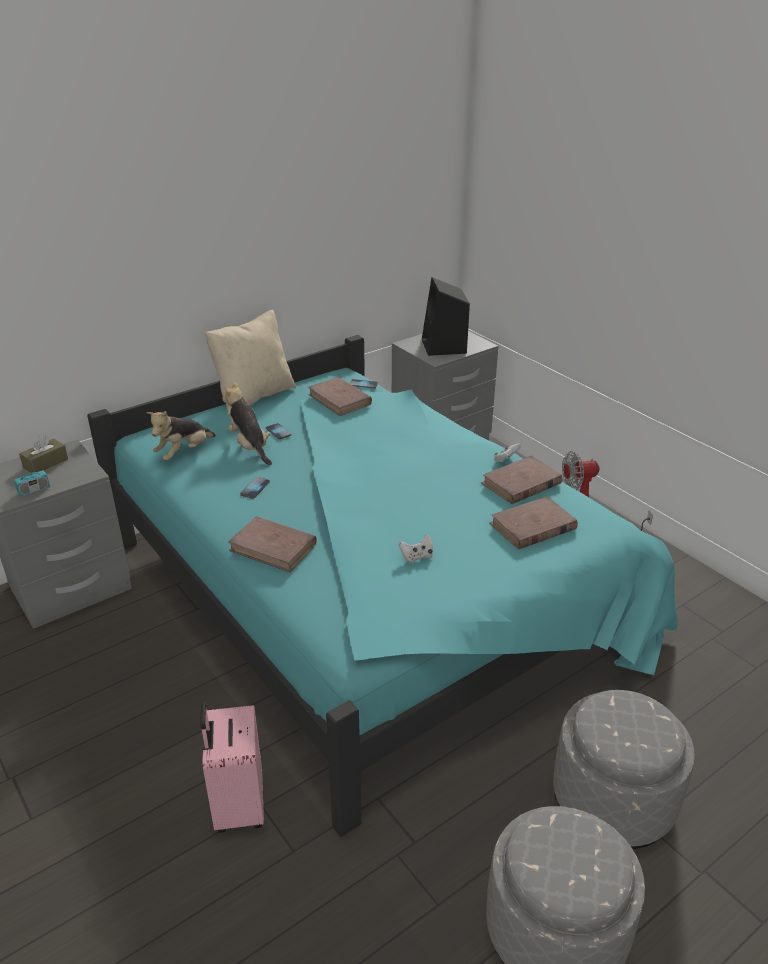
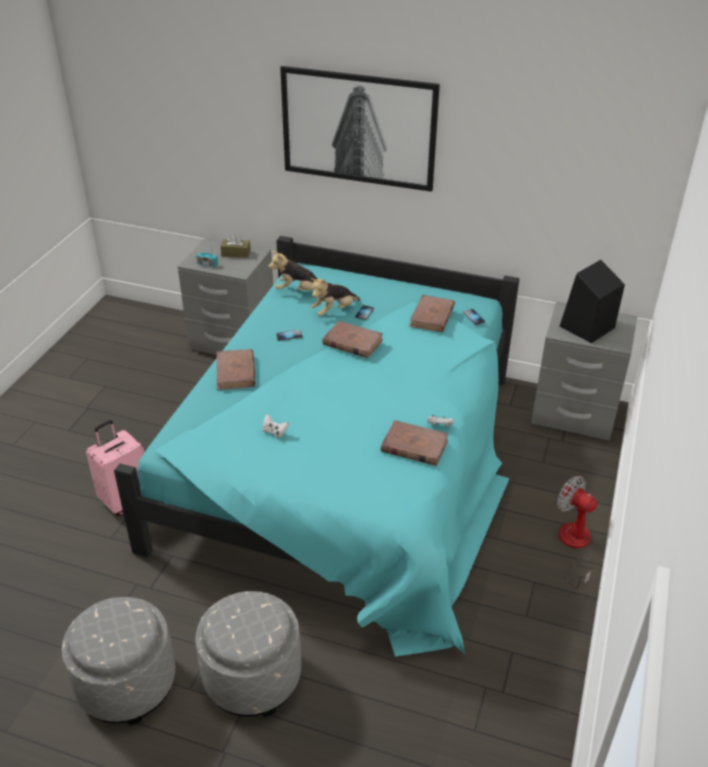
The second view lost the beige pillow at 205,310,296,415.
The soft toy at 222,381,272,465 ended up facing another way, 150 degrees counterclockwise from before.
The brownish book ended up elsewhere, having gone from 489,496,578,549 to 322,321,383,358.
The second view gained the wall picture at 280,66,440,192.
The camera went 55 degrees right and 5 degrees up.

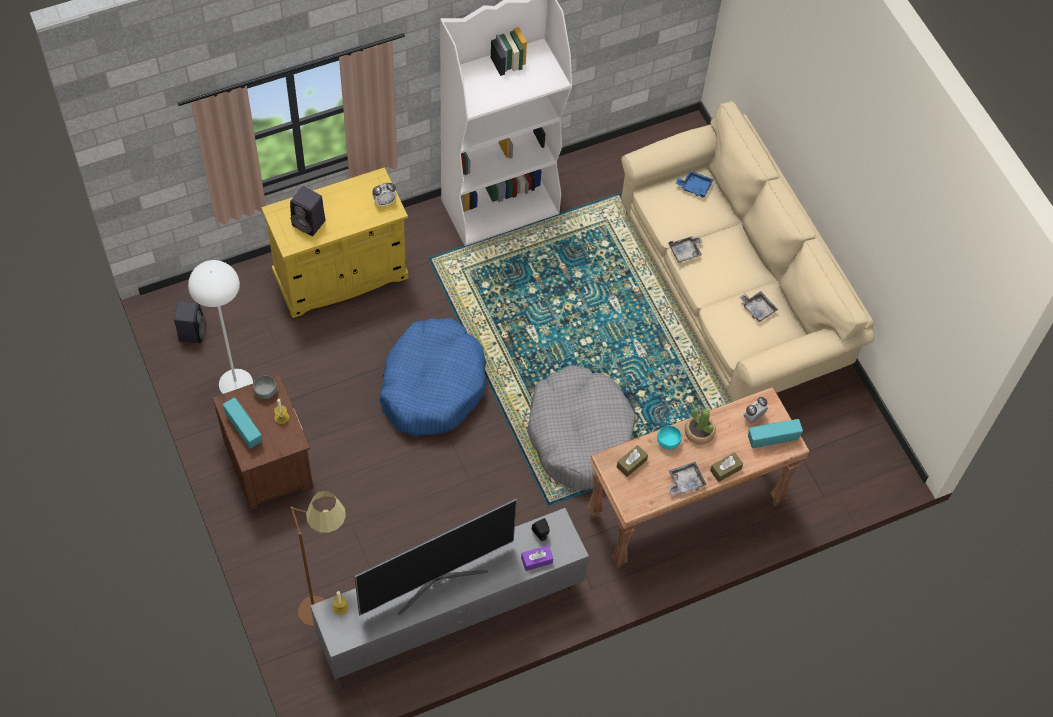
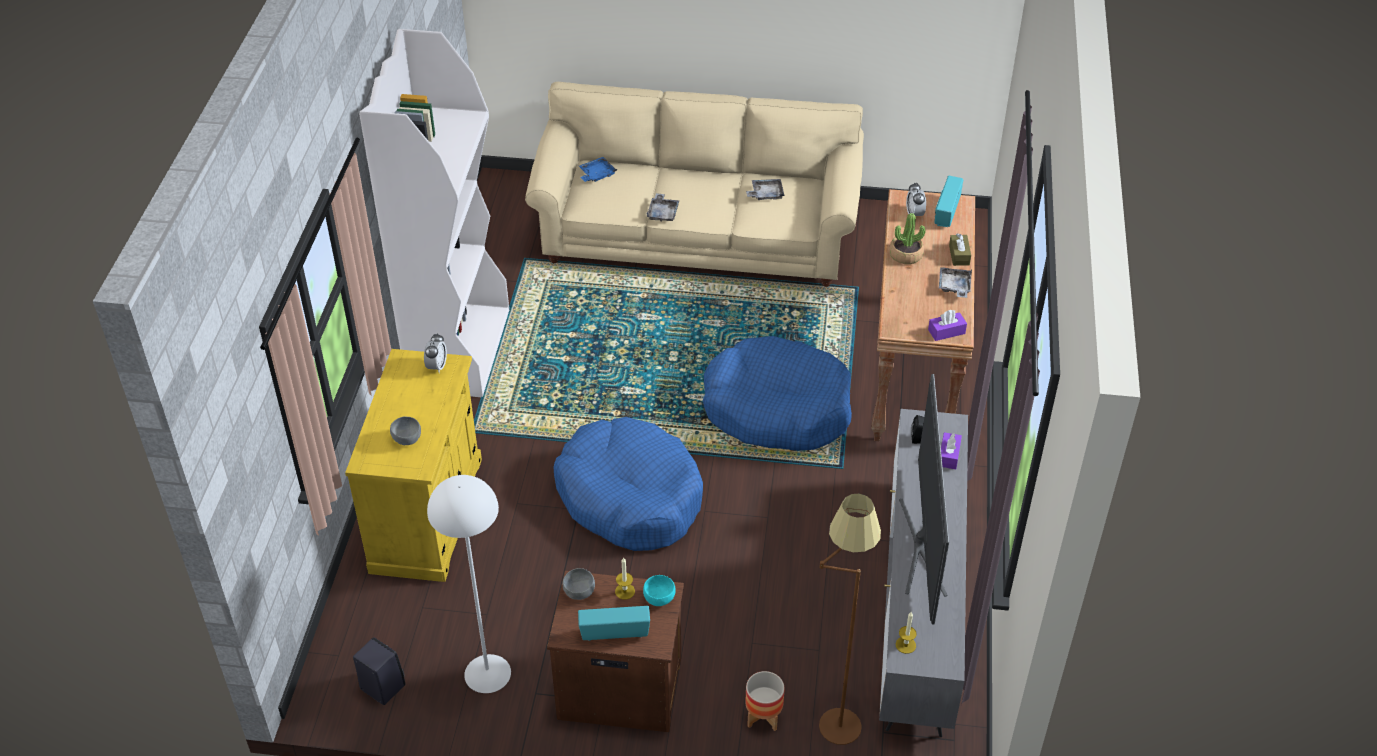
Where the black-coloured speaker stood at 290,186,325,236, the grey deep dish came to stand at 390,416,421,445.
What was the grey pet bed at 527,365,636,491 turned into the blue pet bed at 703,336,852,451.
The turquoise-coloured deep dish ended up elsewhere, having gone from 657,425,682,450 to 643,575,676,606.
The second view lost the brownish tissue box at 617,445,648,477.
The second view gained the purple-coloured tissue box at 928,310,967,341.
The second view gained the flower pot at 745,671,785,731.
The camera went 55 degrees left and 15 degrees down.

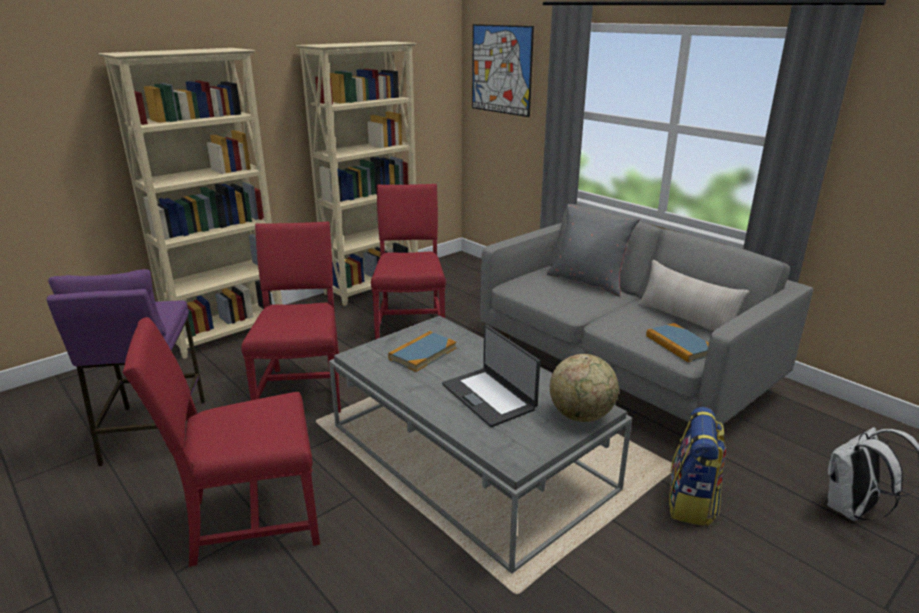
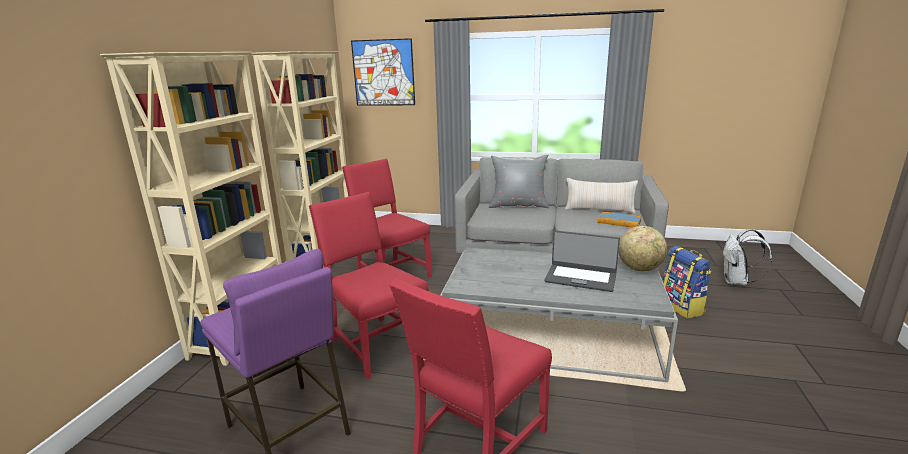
The second view lost the book at 388,331,456,372.
The camera went 35 degrees left and 5 degrees down.

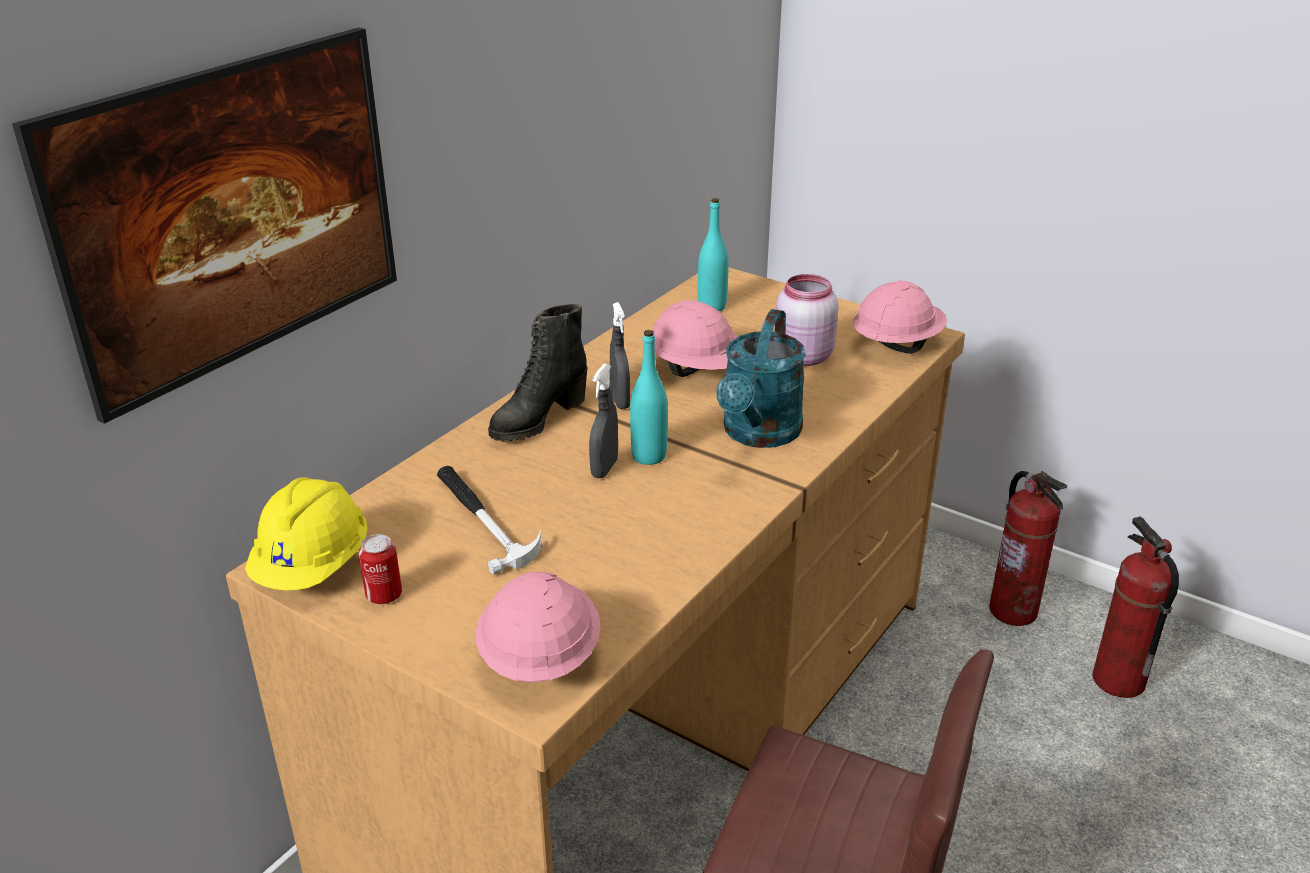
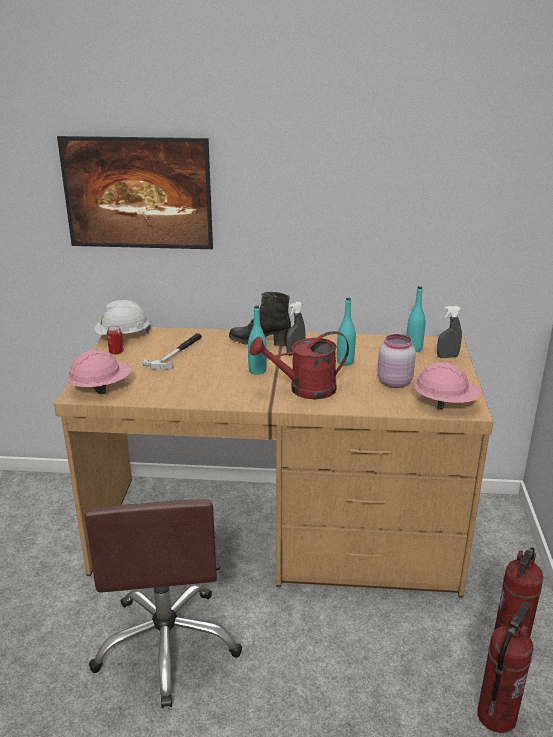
Where the pink safety helmet stood at 653,300,737,377, the turquoise-coloured beverage bottle came to stand at 337,298,356,365.
What was the turquoise-coloured sprinkling can at 716,309,806,448 turned into the red-coloured sprinkling can at 250,331,349,400.
The grey spray bottle ended up elsewhere, having gone from 589,364,618,478 to 437,306,462,358.
What was the yellow-coloured safety helmet at 245,477,368,590 turned into the white safety helmet at 94,300,151,335.
The camera went 60 degrees right and 5 degrees down.

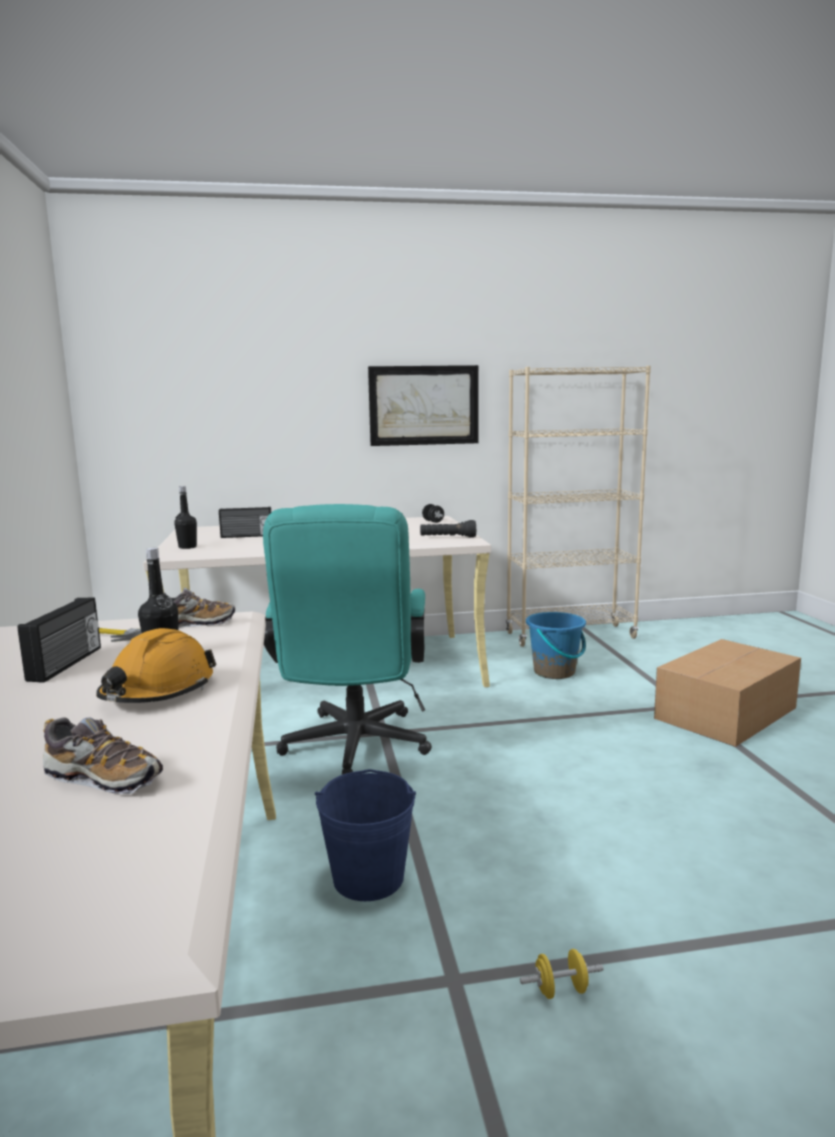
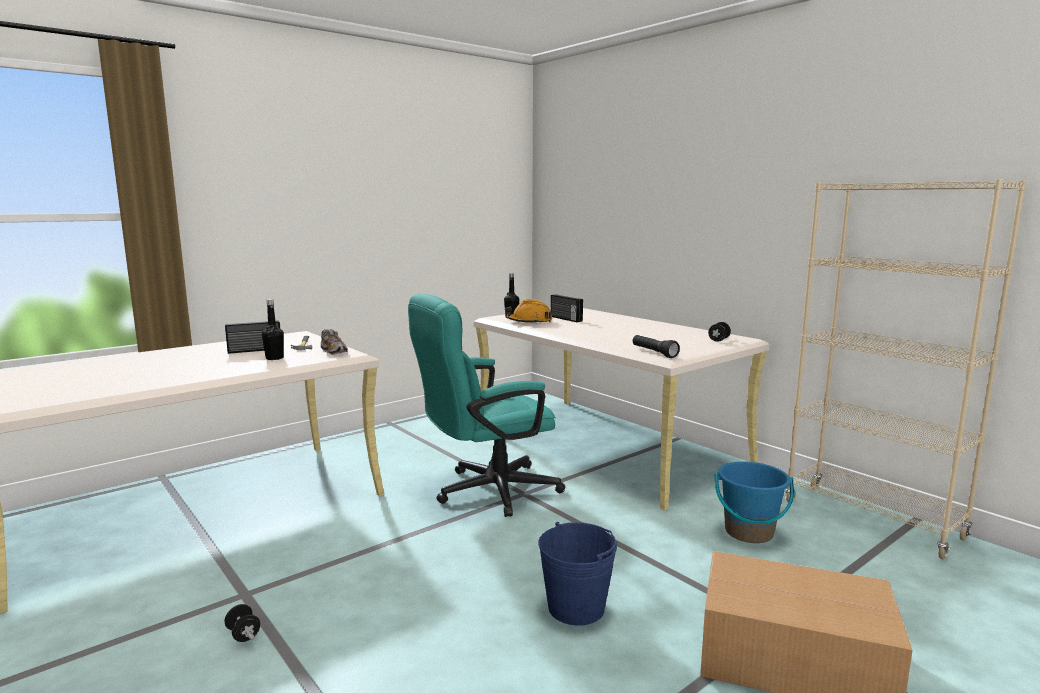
The second view lost the wall picture at 368,365,478,446.
The orange-coloured safety helmet ended up elsewhere, having gone from 96,628,216,703 to 505,299,552,324.
The second view lost the item of footwear at 43,717,163,794.
The blue pail ended up elsewhere, having gone from 315,769,416,901 to 538,522,617,625.
What was the yellow-coloured hand weight at 520,949,604,999 turned into the black-coloured hand weight at 225,604,260,642.
The camera went 60 degrees right and 0 degrees up.

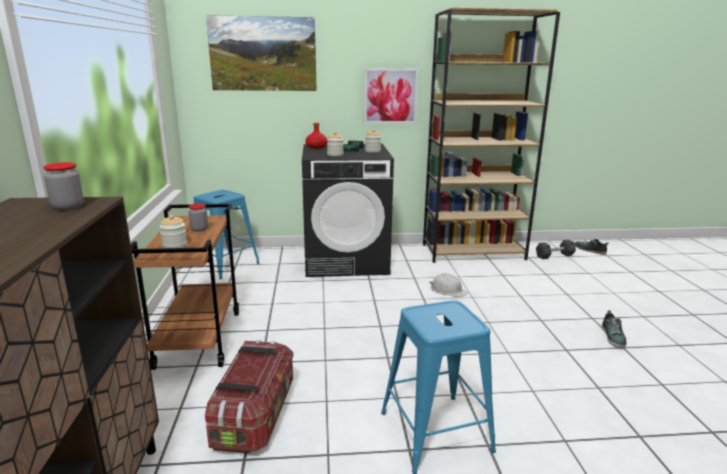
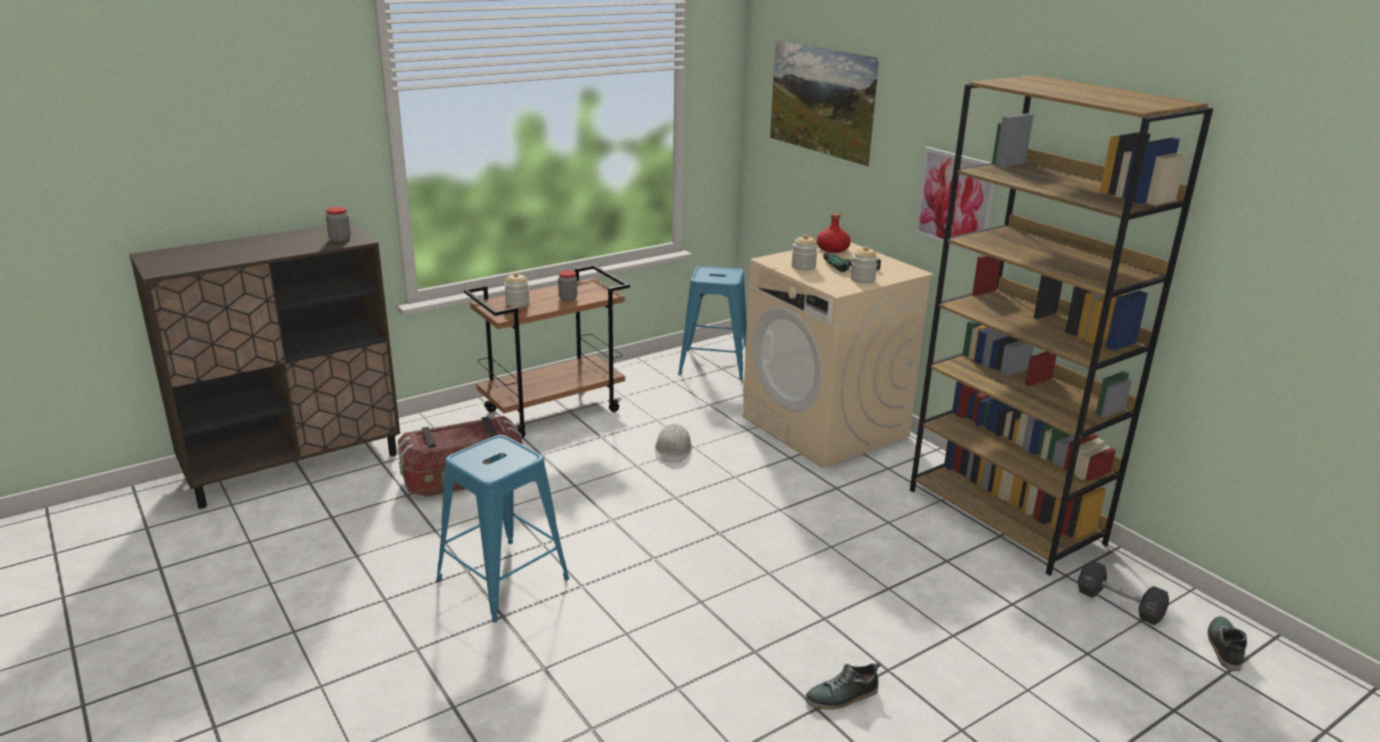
What was the black-coloured laundry machine at 302,144,394,277 turned into the beige laundry machine at 742,242,934,468.
The white safety helmet ended up elsewhere, having gone from 430,273,468,297 to 655,424,692,462.
The camera went 60 degrees right and 5 degrees up.

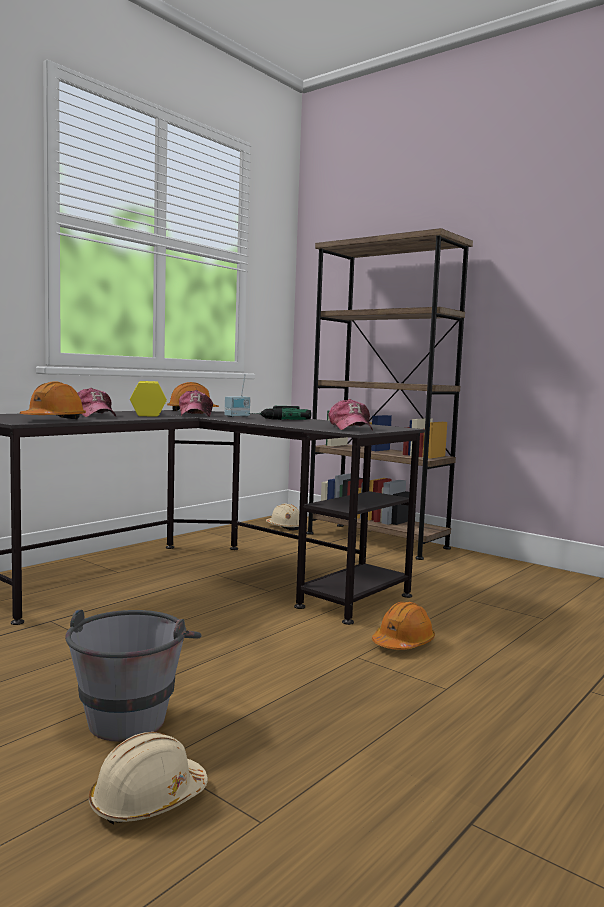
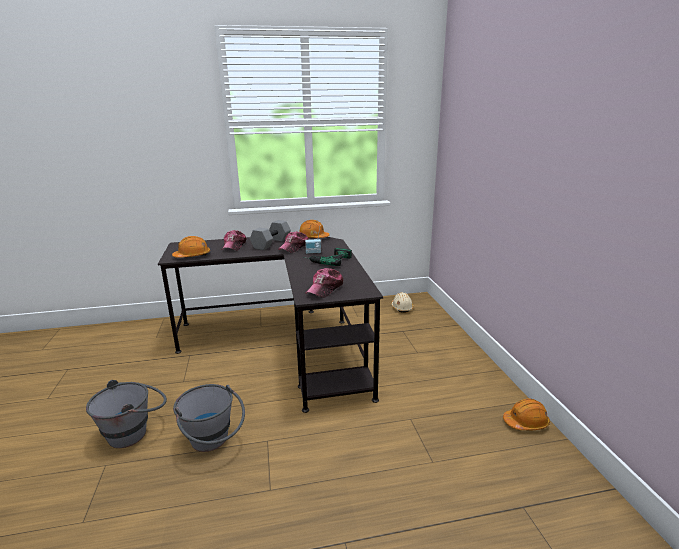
The second view lost the brownish bookcase at 306,228,473,560.
What was the yellow-coloured hand weight at 130,381,167,417 turned into the grey hand weight at 250,220,291,250.
The orange-coloured safety helmet ended up elsewhere, having gone from 372,602,435,650 to 503,399,550,430.
The second view lost the beige safety helmet at 89,732,208,824.
The second view gained the grey pail at 173,384,245,452.
The camera went 40 degrees right and 15 degrees up.

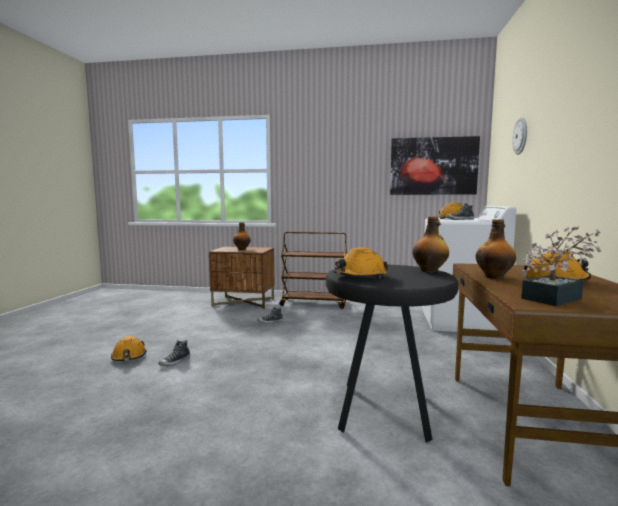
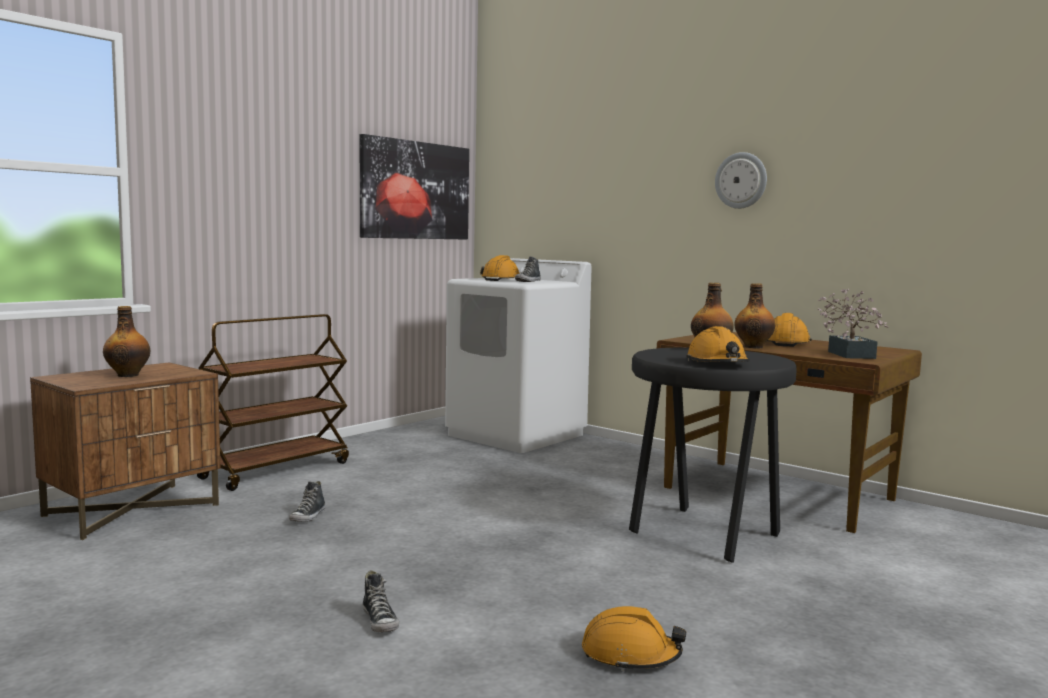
The clock on the wall ended up elsewhere, having gone from 512,117,527,155 to 715,152,767,209.
The orange-coloured safety helmet ended up elsewhere, having gone from 111,336,147,361 to 582,606,686,672.
The camera went 60 degrees left and 0 degrees up.

